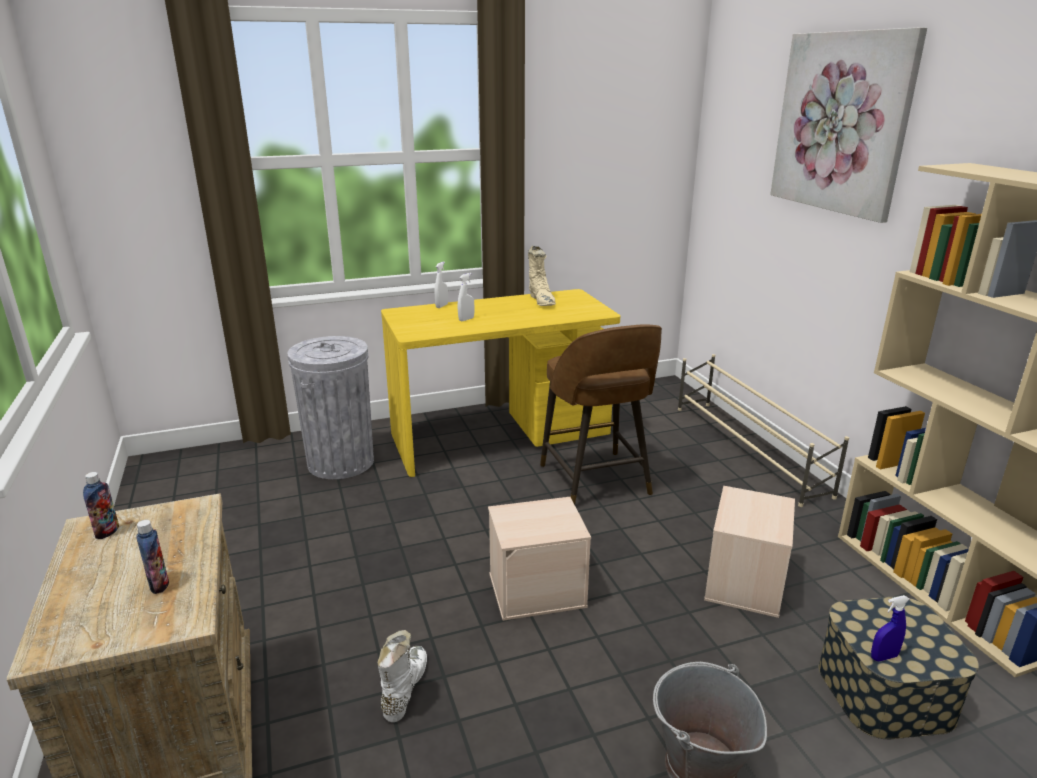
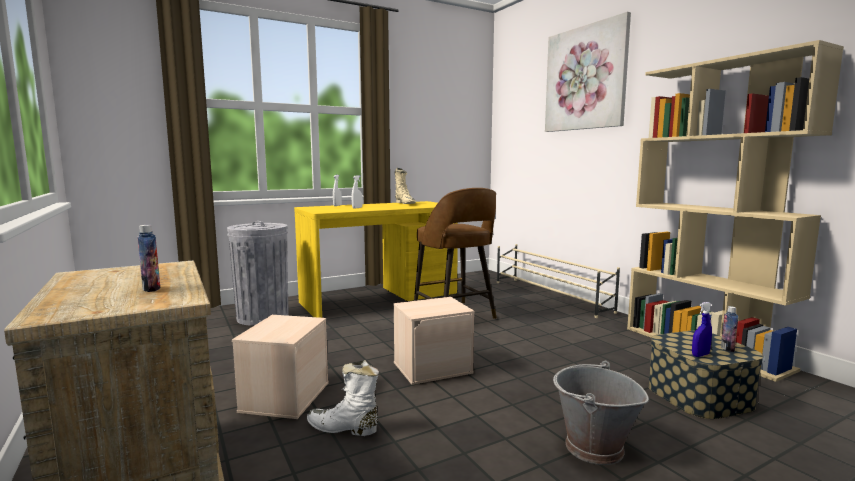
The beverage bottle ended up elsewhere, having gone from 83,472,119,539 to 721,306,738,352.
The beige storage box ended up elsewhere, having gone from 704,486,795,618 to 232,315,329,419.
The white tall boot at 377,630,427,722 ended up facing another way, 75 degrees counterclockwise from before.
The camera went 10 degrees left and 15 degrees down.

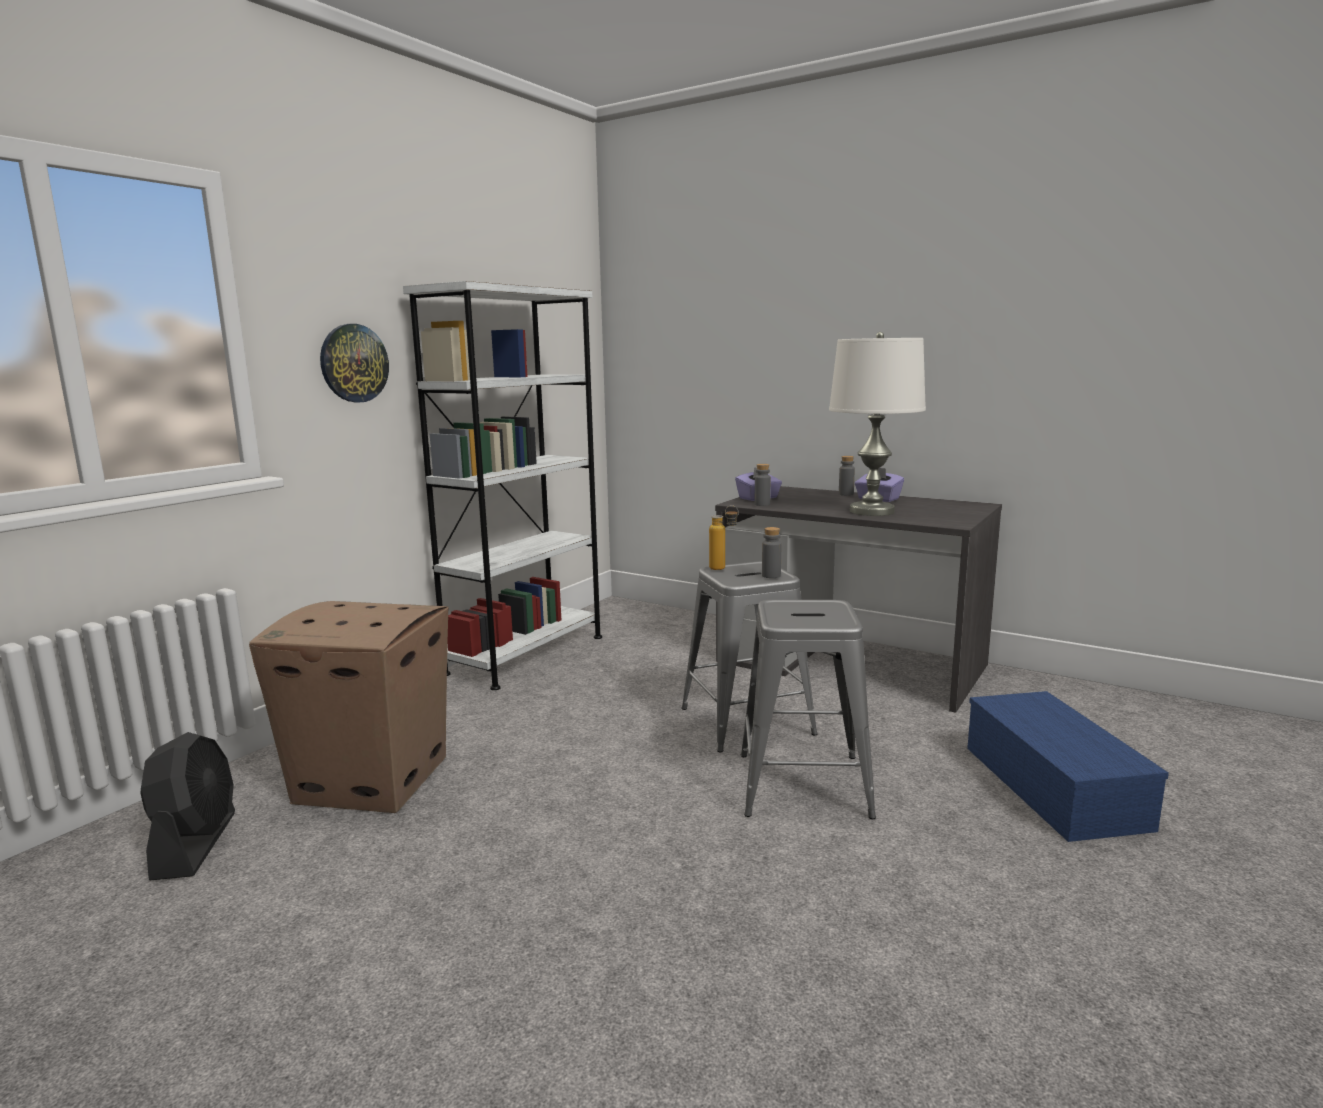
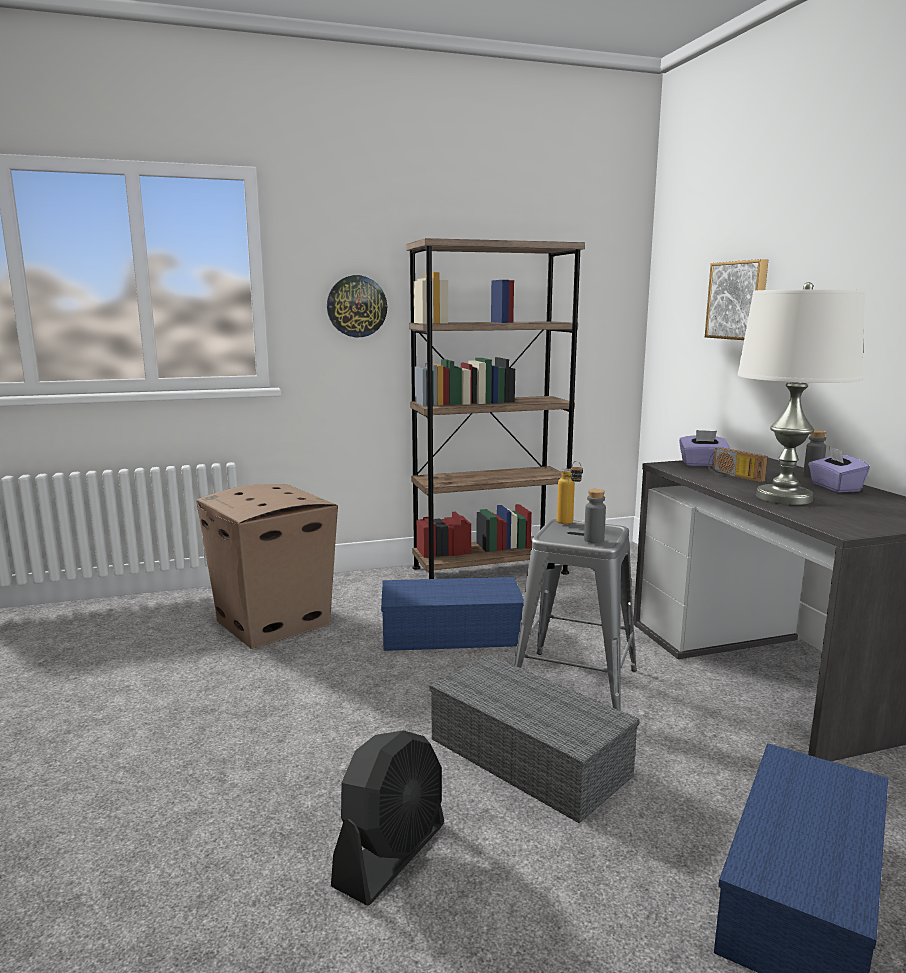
What was the white bookcase at 403,281,602,690 turned into the brownish bookcase at 406,238,585,579.
The second view lost the grey beverage bottle at 755,464,771,506.
Where the grey sitting stool stood at 741,600,876,819, the grey storage box came to stand at 429,655,639,823.
The black-coloured fan ended up elsewhere, having gone from 140,732,235,880 to 331,731,444,906.
The second view gained the wall picture at 705,259,768,340.
The second view gained the radio receiver at 708,447,768,482.
The second view gained the blue storage box at 381,577,524,651.
The camera went 40 degrees right and 0 degrees up.

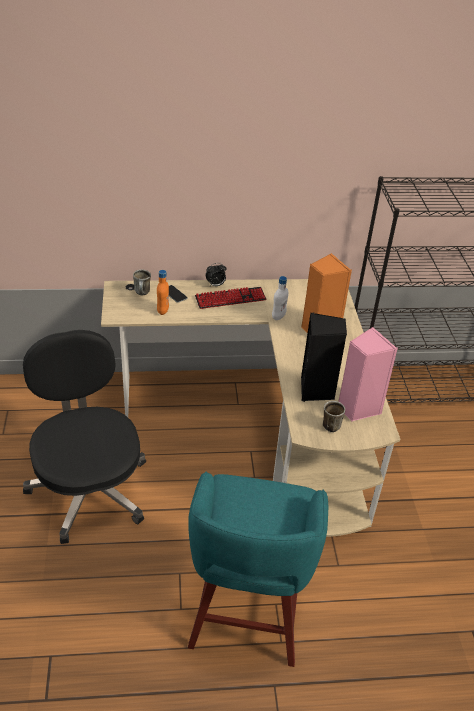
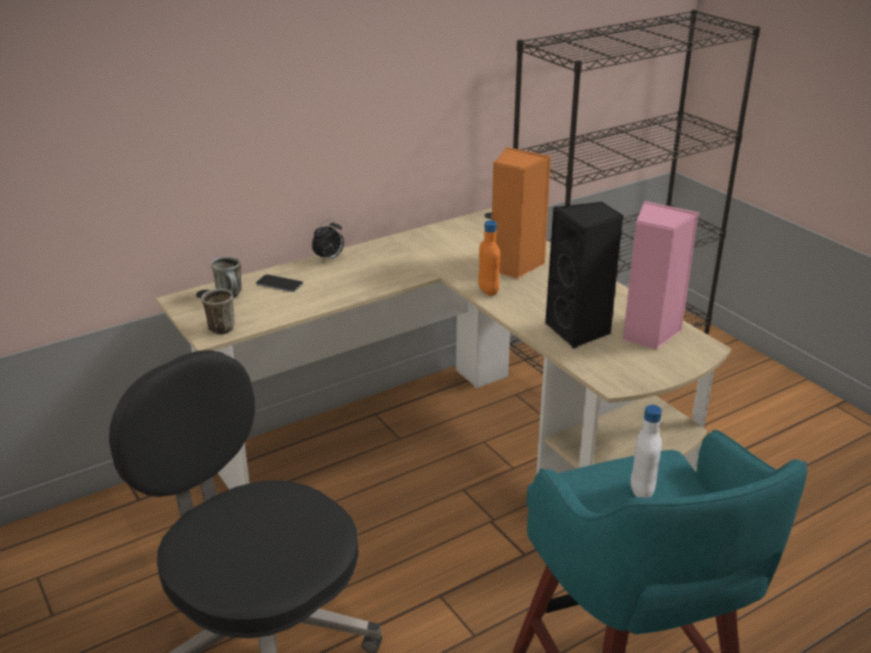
The orange-coloured beverage bottle ended up elsewhere, having gone from 157,270,169,315 to 478,220,500,296.
The white beverage bottle ended up elsewhere, having gone from 272,276,289,320 to 631,405,662,497.
The second view lost the PC keyboard at 195,287,266,309.
The mug ended up elsewhere, having gone from 323,401,345,432 to 201,289,235,334.
The camera went 25 degrees left and 10 degrees down.

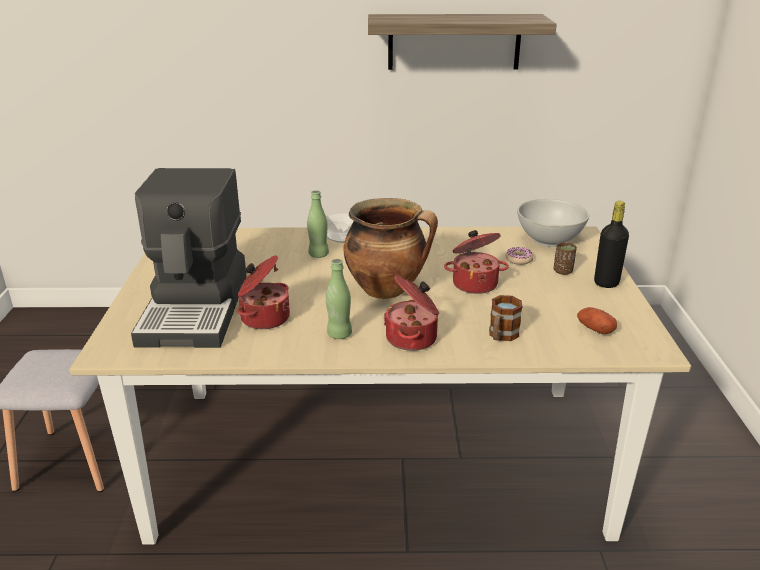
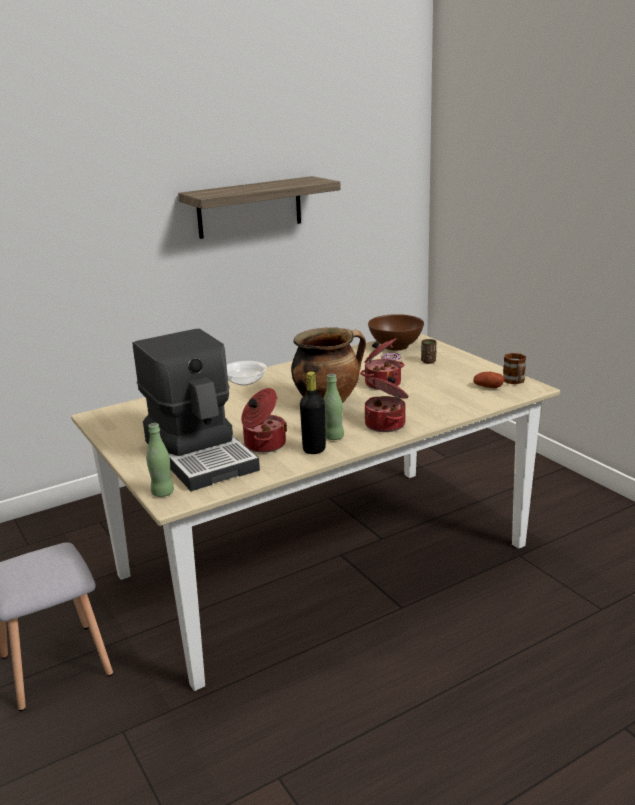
The green beverage bottle ended up elsewhere, having gone from 307,190,329,258 to 146,423,174,497.
What was the white deep dish at 517,199,589,247 turned into the brownish deep dish at 368,314,424,350.
The black-coloured beverage bottle ended up elsewhere, having gone from 594,201,629,288 to 300,371,326,454.
The mug ended up elsewhere, having gone from 489,295,523,341 to 503,353,526,384.
The camera went 30 degrees left and 5 degrees down.

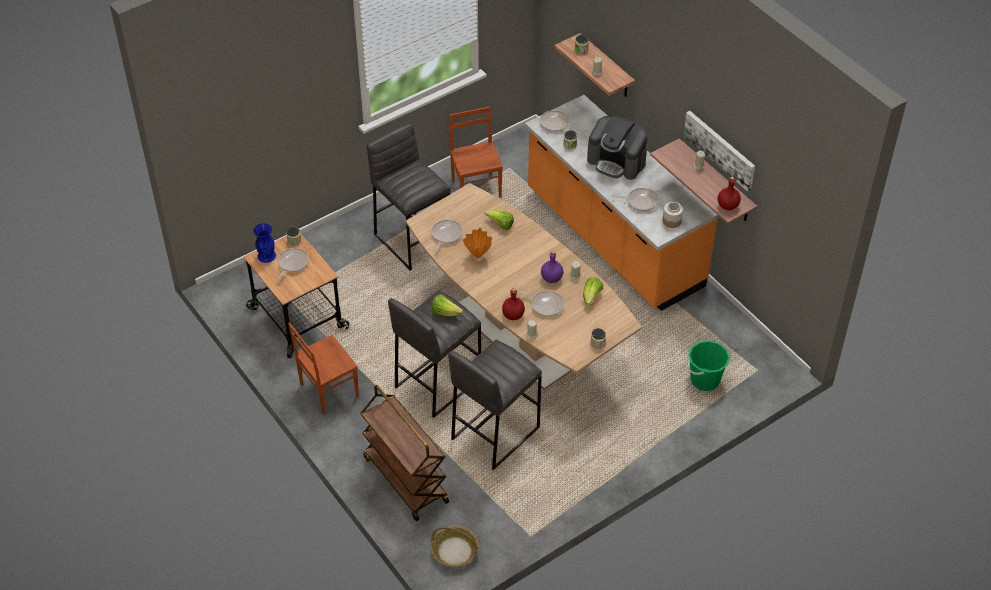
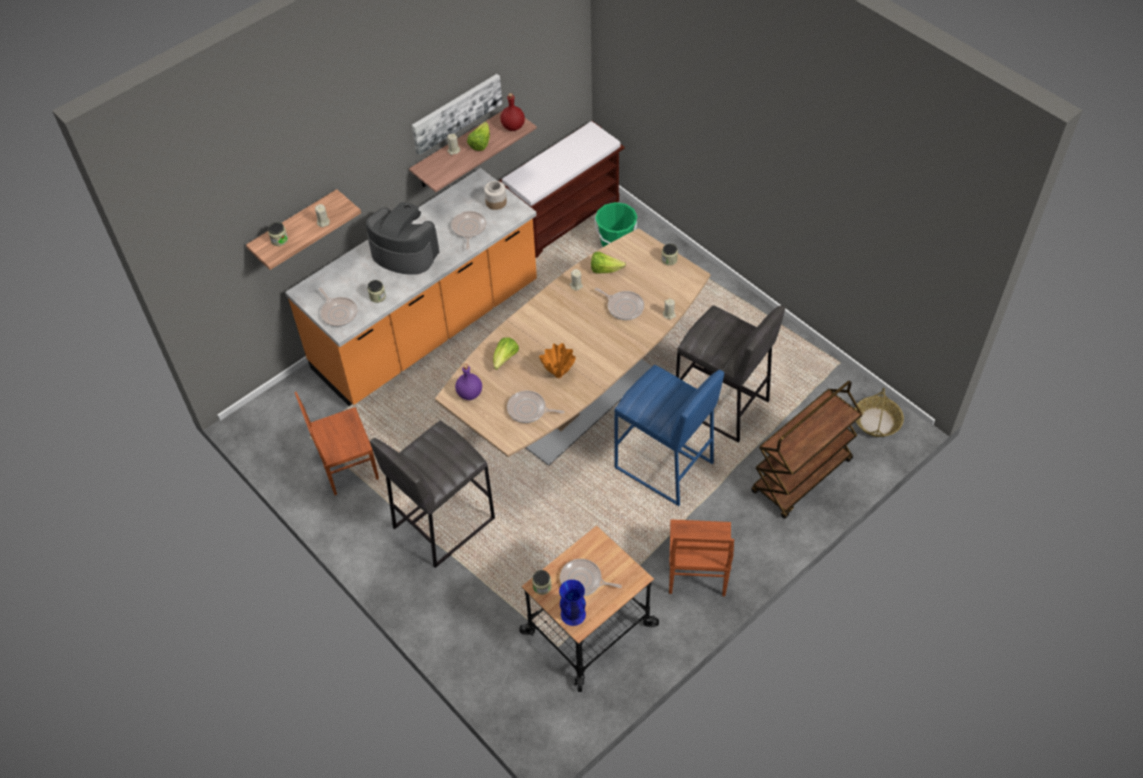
The coffee maker at 587,116,647,180 ended up facing another way, 90 degrees counterclockwise from before.
The purple-coloured beverage bottle ended up elsewhere, having gone from 541,251,564,283 to 455,364,482,400.
The second view lost the red-coloured beverage bottle at 502,288,525,320.
The pan at 518,290,564,317 ended up facing another way, 105 degrees clockwise from before.
What was the grey sitting stool at 388,291,481,418 turned into the blue sitting stool at 614,365,724,506.
The lettuce ended up elsewhere, having gone from 432,295,464,316 to 467,121,490,151.
The brownish chair at 288,322,359,415 ended up facing another way, 45 degrees clockwise from before.
The second view gained the brownish long seat at 499,121,625,258.
The camera went 95 degrees left and 5 degrees up.

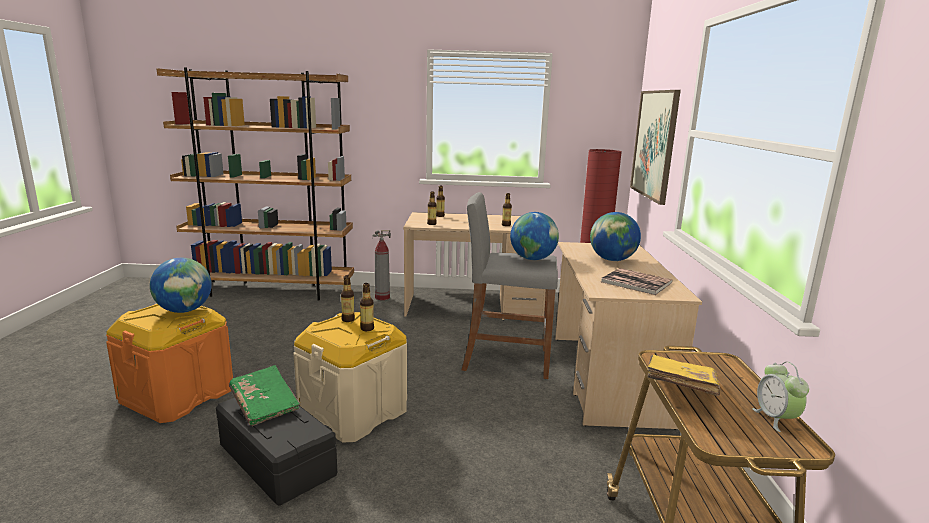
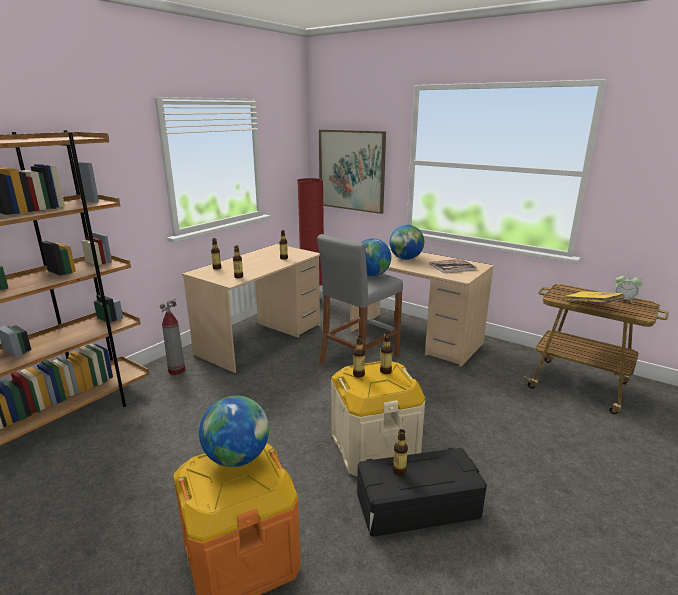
Where the green book stood at 229,365,300,426, the beverage bottle came to stand at 393,429,408,476.
The camera went 55 degrees left and 5 degrees up.

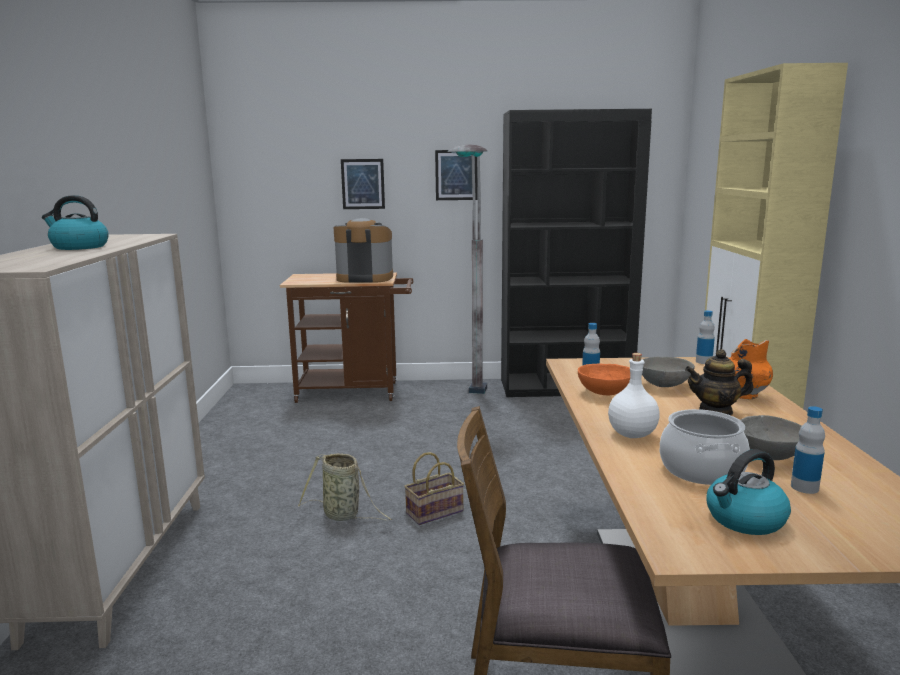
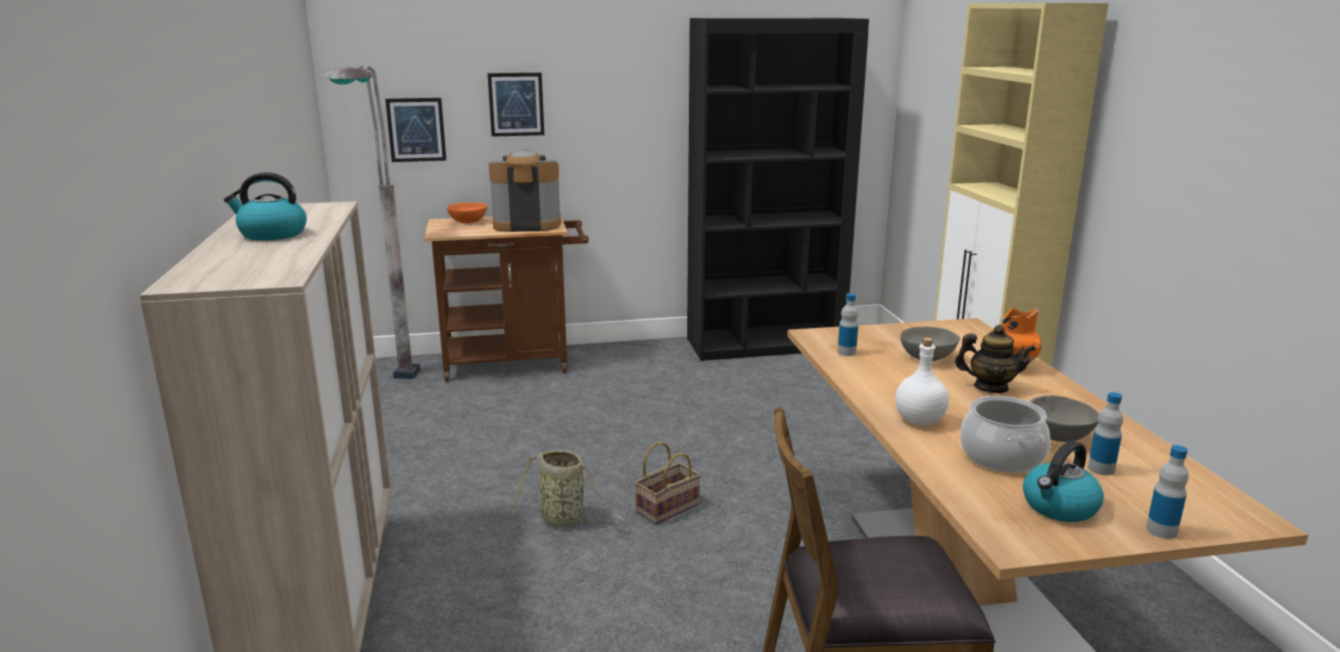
The grey standard lamp ended up elsewhere, having gone from 448,144,487,394 to 319,65,420,379.
The wall picture ended up elsewhere, having gone from 435,150,478,200 to 385,98,446,162.
The beverage bottle ended up elsewhere, having gone from 696,310,715,364 to 1146,445,1188,539.
The pot for tea at 685,349,753,415 ended up facing another way, 150 degrees counterclockwise from before.
The orange-coloured deep dish ended up elsewhere, having gone from 578,363,630,395 to 447,202,487,223.
The camera went 10 degrees left and 5 degrees up.

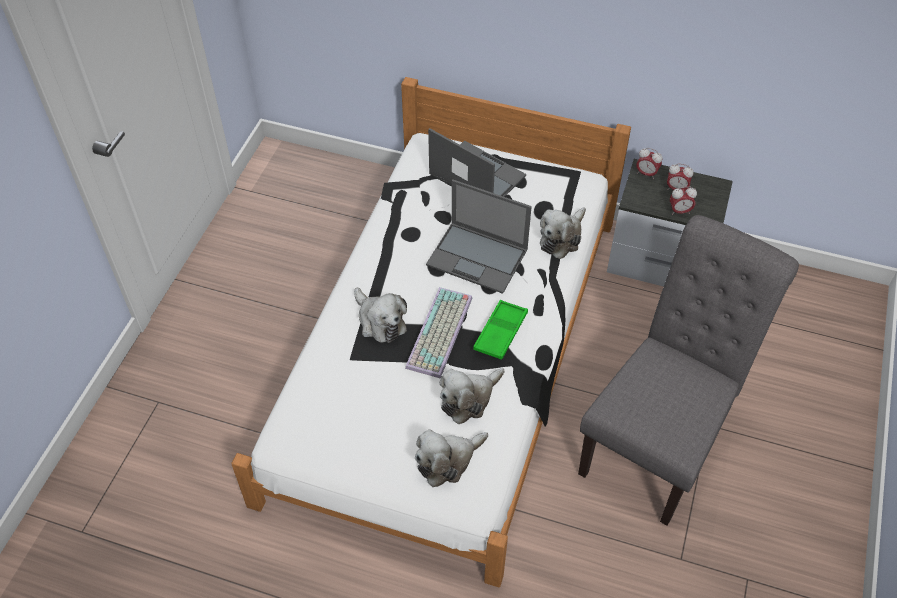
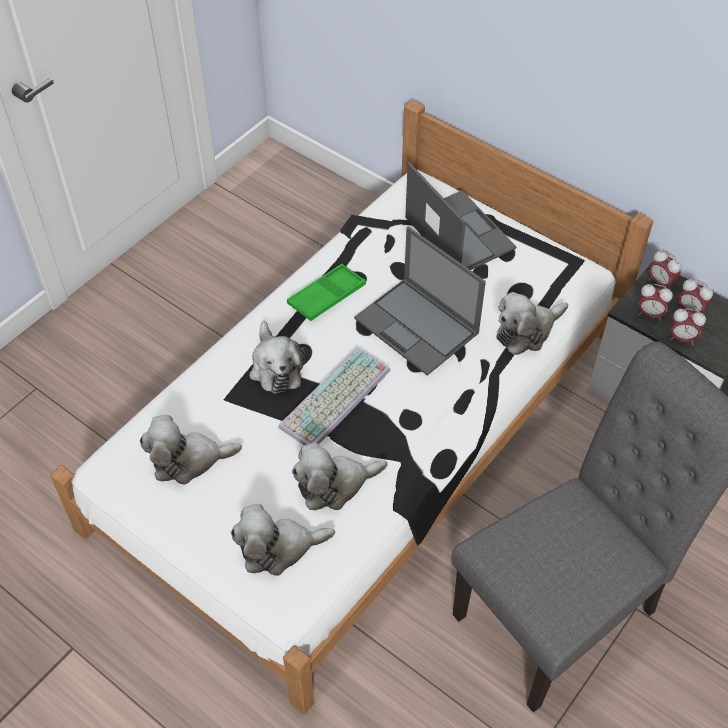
The green serving tray ended up elsewhere, having gone from 473,300,528,360 to 287,264,366,321.
The second view gained the table clock at 638,284,673,321.
The second view gained the soft toy at 140,415,242,485.
The camera went 20 degrees right and 0 degrees up.

